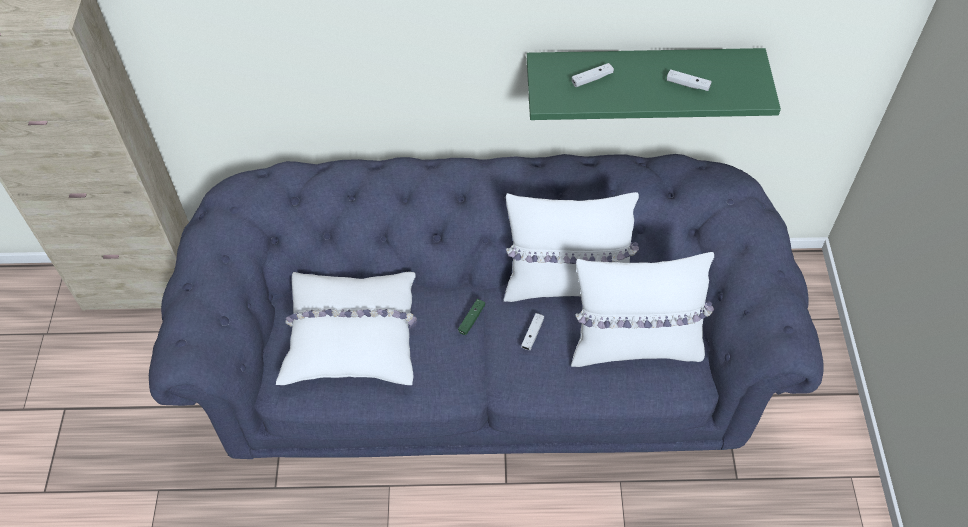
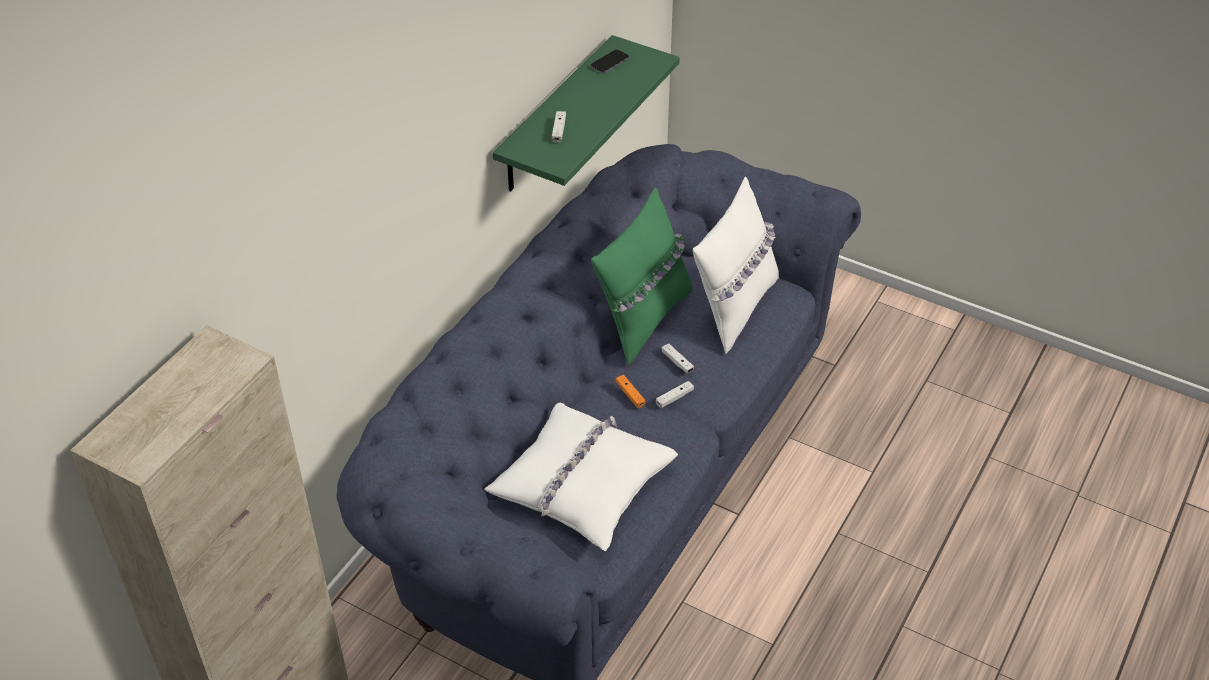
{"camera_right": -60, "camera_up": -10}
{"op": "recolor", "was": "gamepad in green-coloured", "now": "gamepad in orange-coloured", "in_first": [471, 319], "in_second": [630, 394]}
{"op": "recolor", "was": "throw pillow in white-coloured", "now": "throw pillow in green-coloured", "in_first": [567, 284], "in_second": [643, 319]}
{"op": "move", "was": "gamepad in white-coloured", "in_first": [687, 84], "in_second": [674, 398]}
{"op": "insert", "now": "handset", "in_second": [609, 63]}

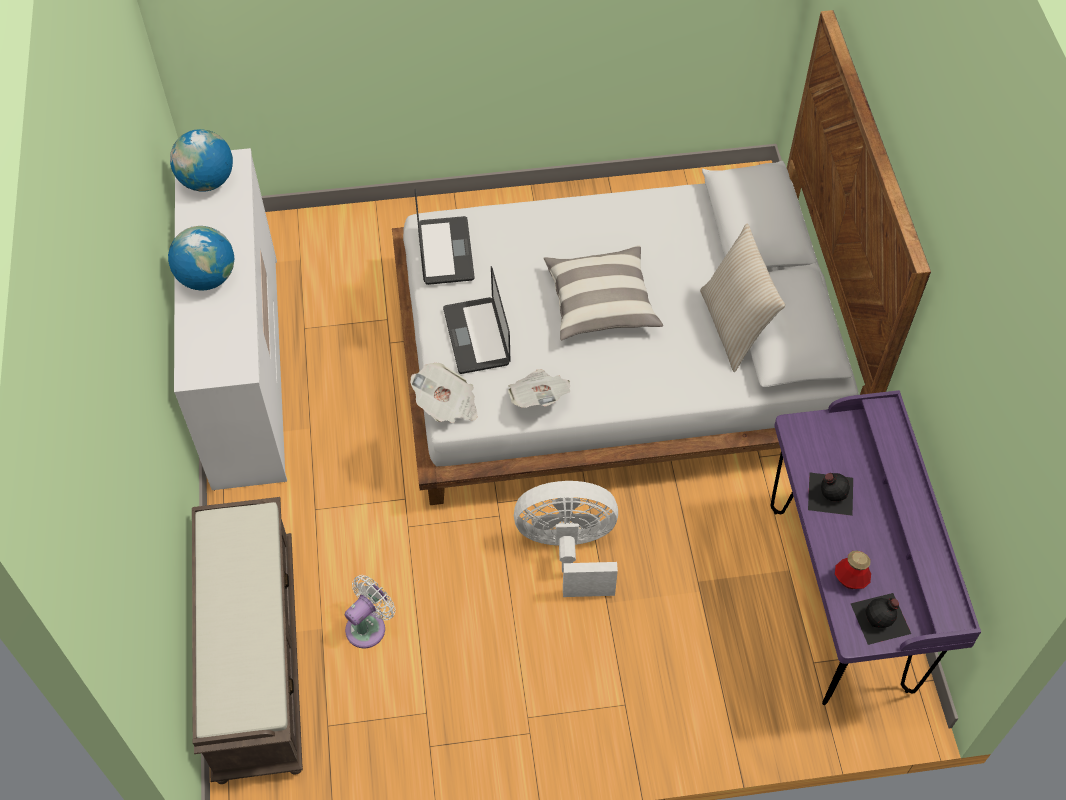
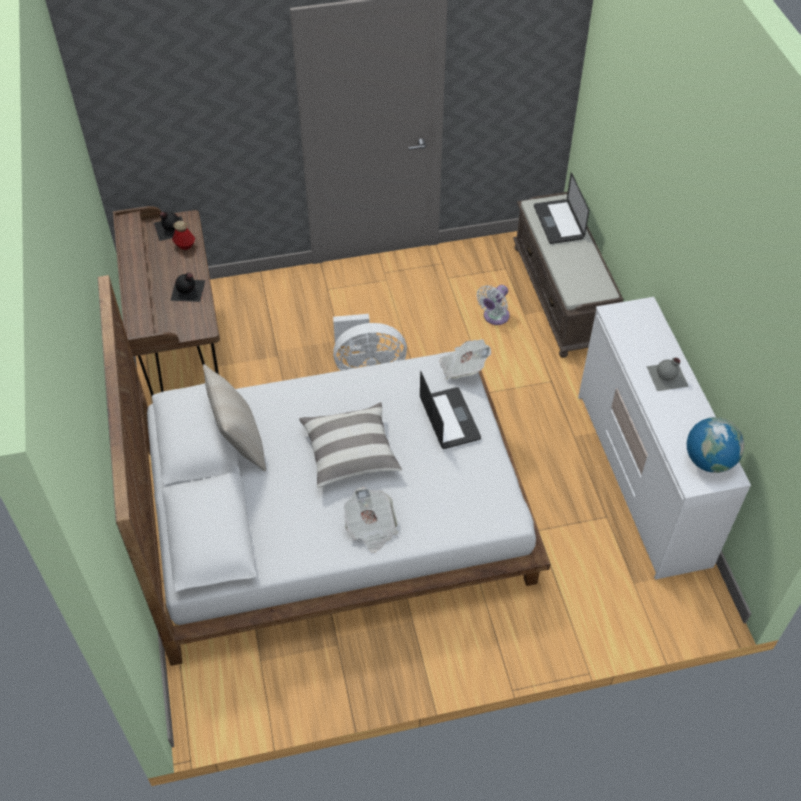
{"camera_right": 175, "camera_up": -5}
{"op": "replace", "was": "world globe", "now": "drink bottle in greyish", "in_first": [207, 278], "in_second": [668, 376]}
{"op": "move", "was": "portable computer", "in_first": [445, 252], "in_second": [558, 222]}
{"op": "move", "was": "printed paper", "in_first": [538, 398], "in_second": [371, 528]}
{"op": "recolor", "was": "desk table in purple-coloured", "now": "desk table in brown", "in_first": [840, 598], "in_second": [182, 352]}

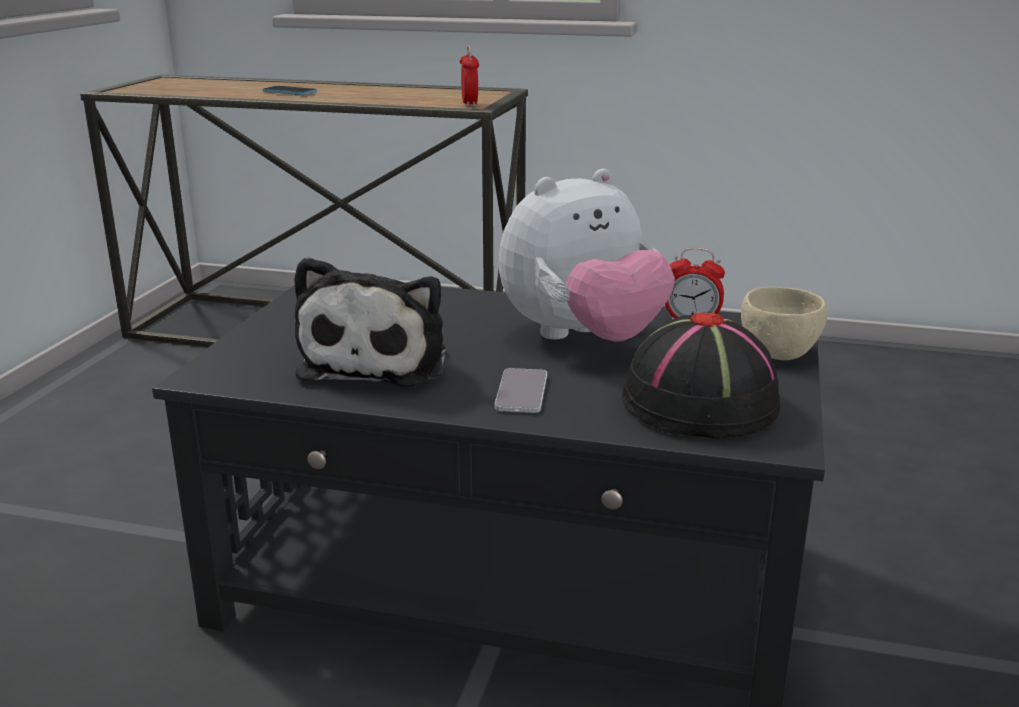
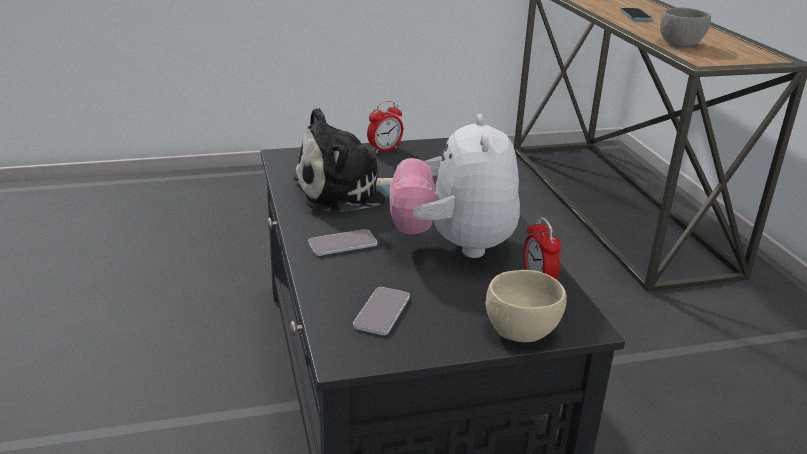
{"camera_right": 60, "camera_up": 5}
{"op": "move", "was": "table clock", "in_first": [469, 104], "in_second": [384, 149]}
{"op": "rotate", "was": "plush toy", "in_first": [583, 339], "in_second": [453, 245], "clockwise": 60}
{"op": "replace", "was": "hat in blackish", "now": "handset", "in_first": [700, 404], "in_second": [382, 312]}
{"op": "insert", "now": "bowl in greyish", "in_second": [679, 43]}

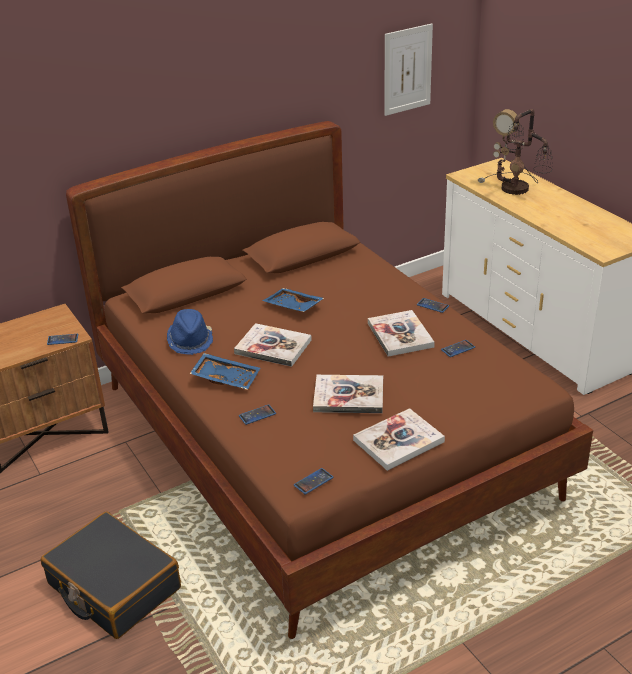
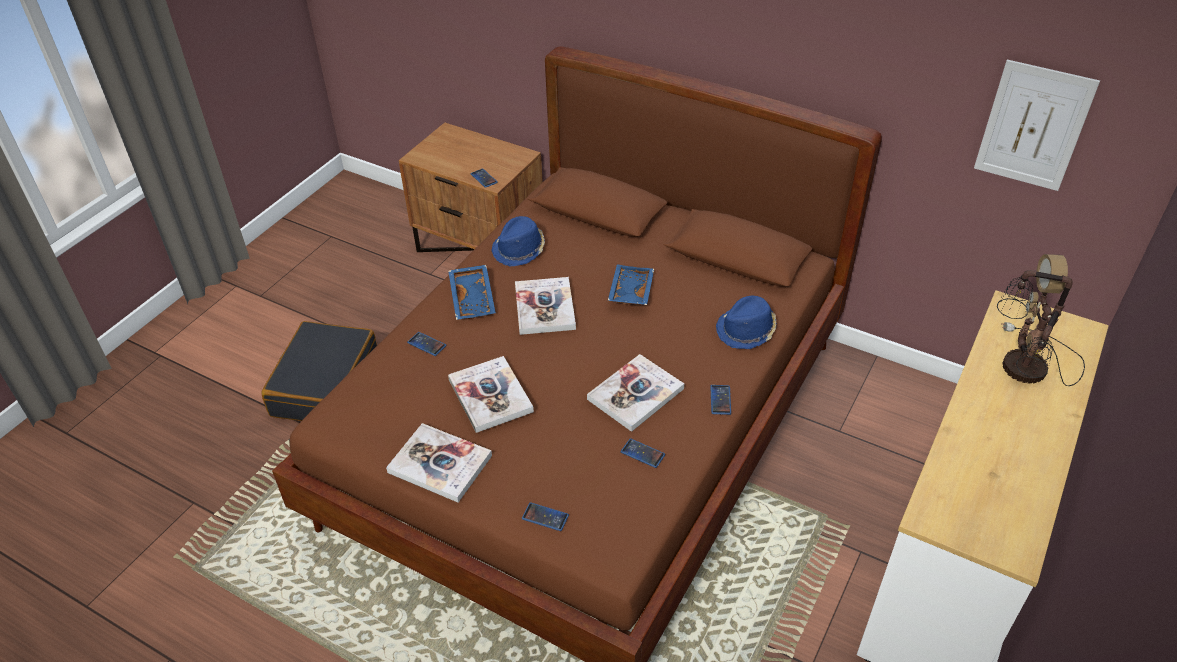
{"camera_right": 60, "camera_up": 10}
{"op": "move", "was": "handset", "in_first": [313, 481], "in_second": [545, 517]}
{"op": "insert", "now": "hat in bluish", "in_second": [746, 331]}

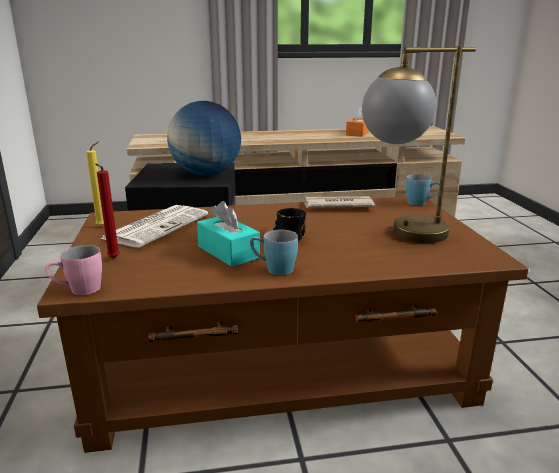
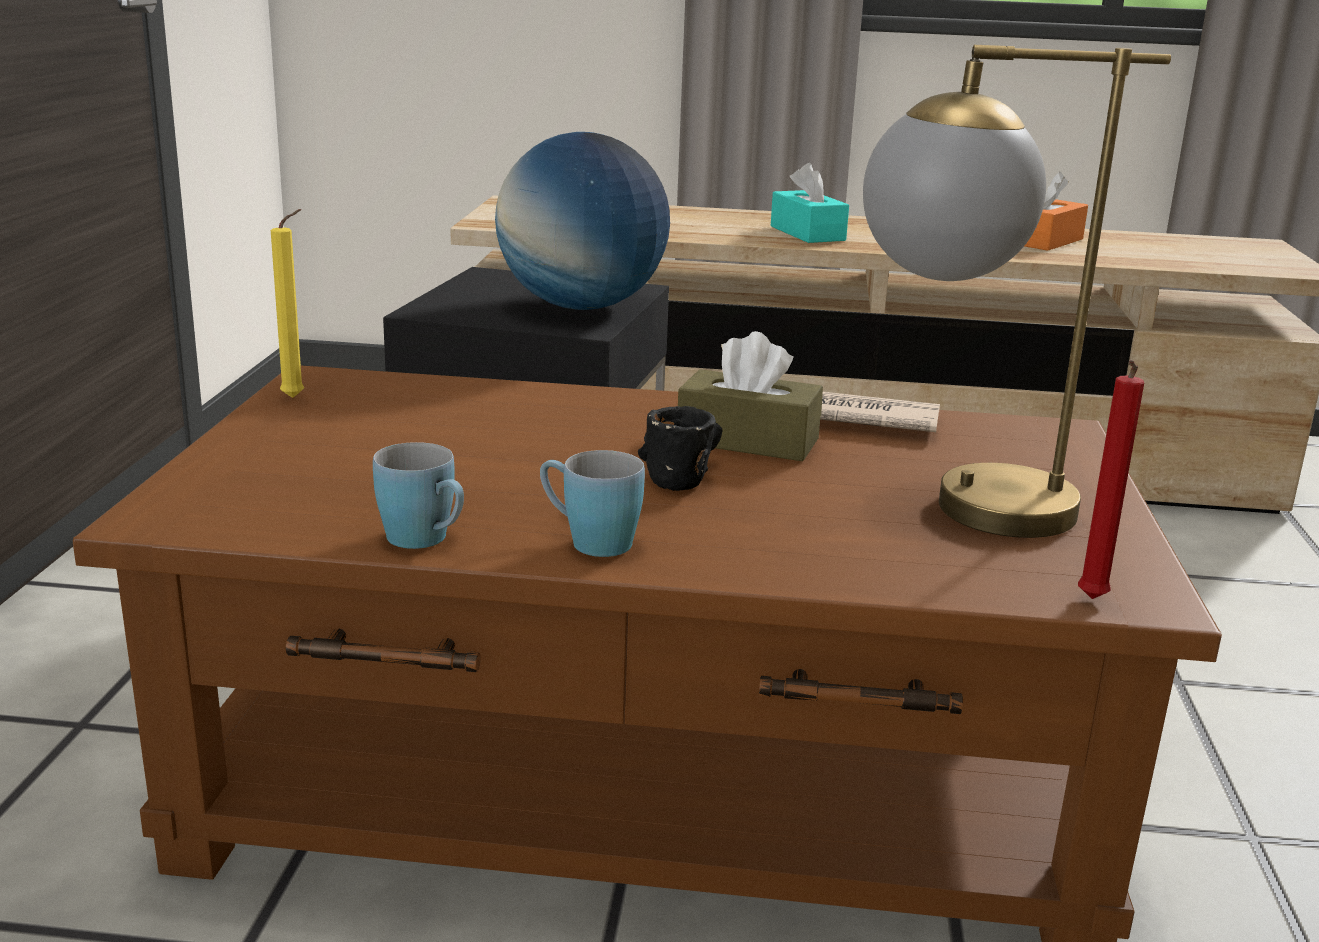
{"camera_right": 15, "camera_up": 0}
{"op": "delete", "was": "coffee mug in pinkish", "in_first": [78, 291]}
{"op": "move", "was": "wax light in red-coloured", "in_first": [112, 259], "in_second": [1090, 601]}
{"op": "delete", "was": "printed paper", "in_first": [157, 226]}
{"op": "move", "was": "box of tissues in blue-green", "in_first": [228, 252], "in_second": [807, 233]}
{"op": "move", "was": "coffee mug in bluish", "in_first": [421, 203], "in_second": [426, 541]}
{"op": "insert", "now": "box of tissues in brown", "in_second": [747, 441]}

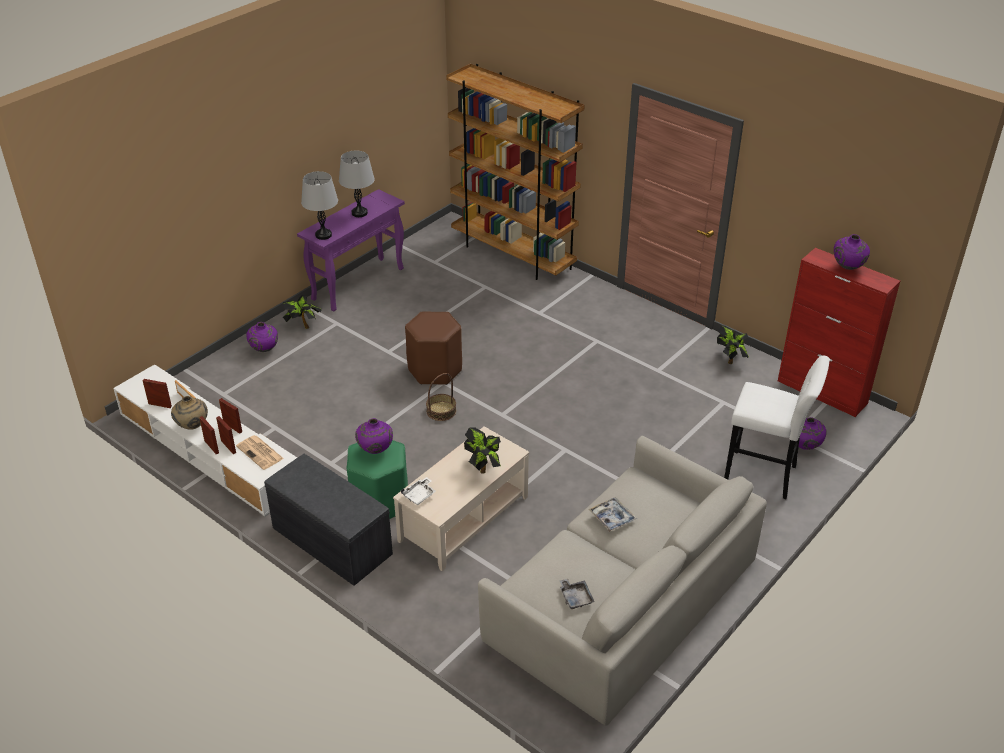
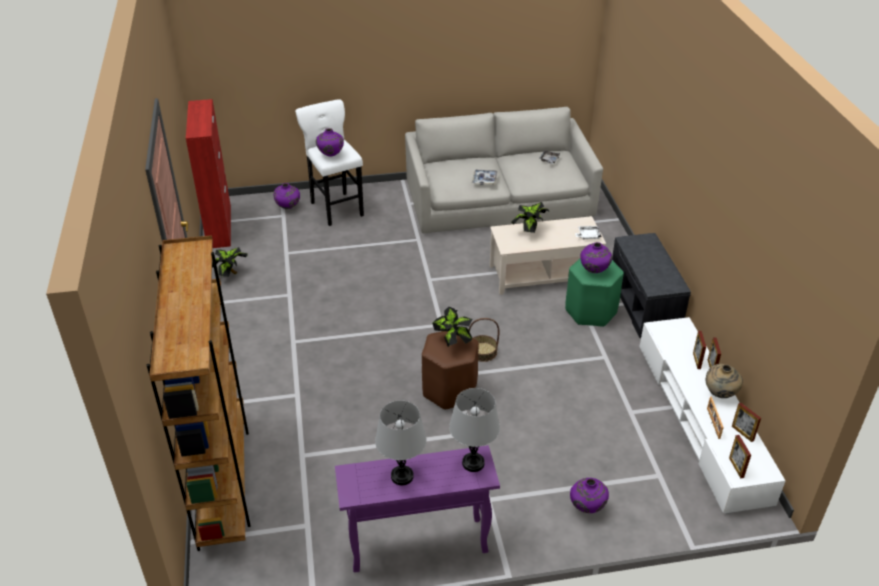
{"camera_right": -140, "camera_up": 0}
{"op": "move", "was": "photo frame", "in_first": [232, 427], "in_second": [736, 467]}
{"op": "delete", "was": "printed paper", "in_first": [260, 453]}
{"op": "move", "was": "plant in a pot", "in_first": [303, 325], "in_second": [453, 342]}
{"op": "move", "was": "vase in purple-coloured", "in_first": [848, 268], "in_second": [330, 155]}

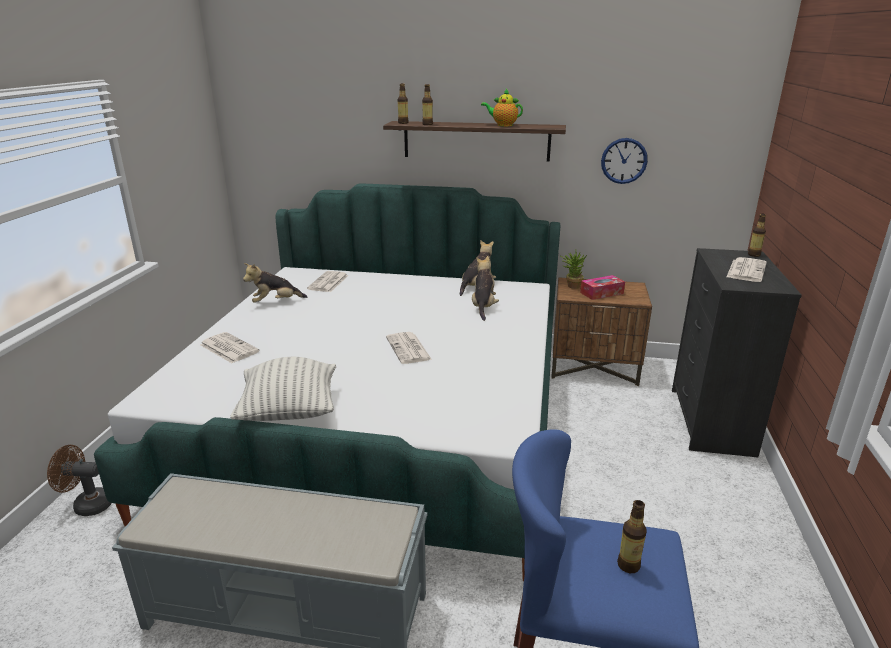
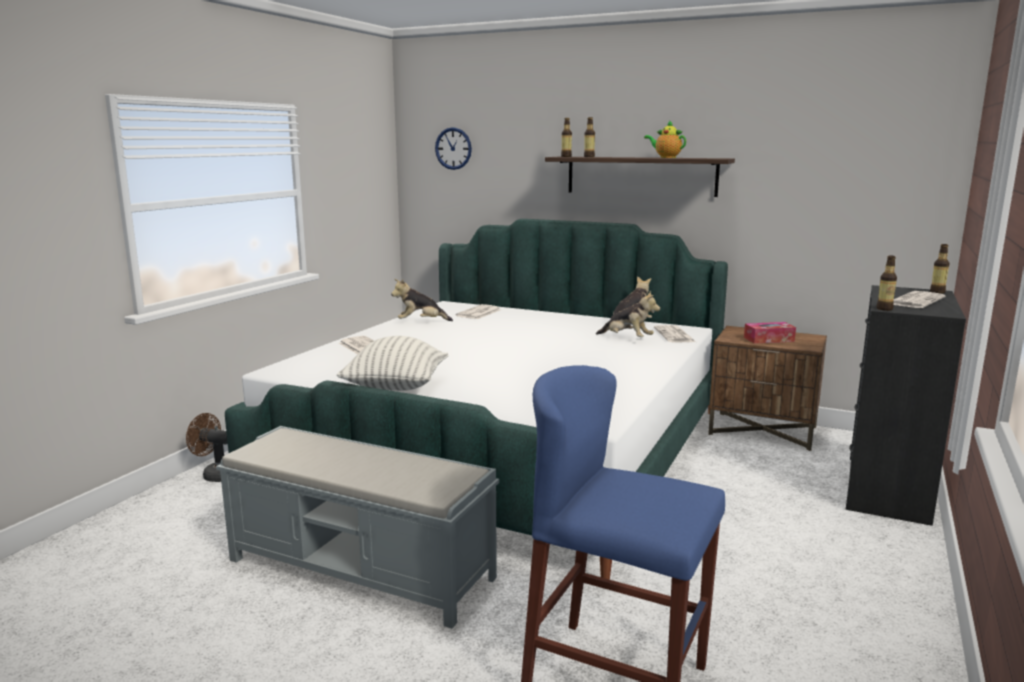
{"camera_right": 15, "camera_up": -10}
{"op": "move", "was": "printed paper", "in_first": [409, 349], "in_second": [675, 335]}
{"op": "rotate", "was": "plush toy", "in_first": [483, 307], "in_second": [627, 339], "clockwise": 105}
{"op": "delete", "was": "plant in a pot", "in_first": [571, 286]}
{"op": "move", "was": "wall clock", "in_first": [624, 161], "in_second": [453, 148]}
{"op": "move", "was": "drink bottle", "in_first": [628, 565], "in_second": [884, 309]}

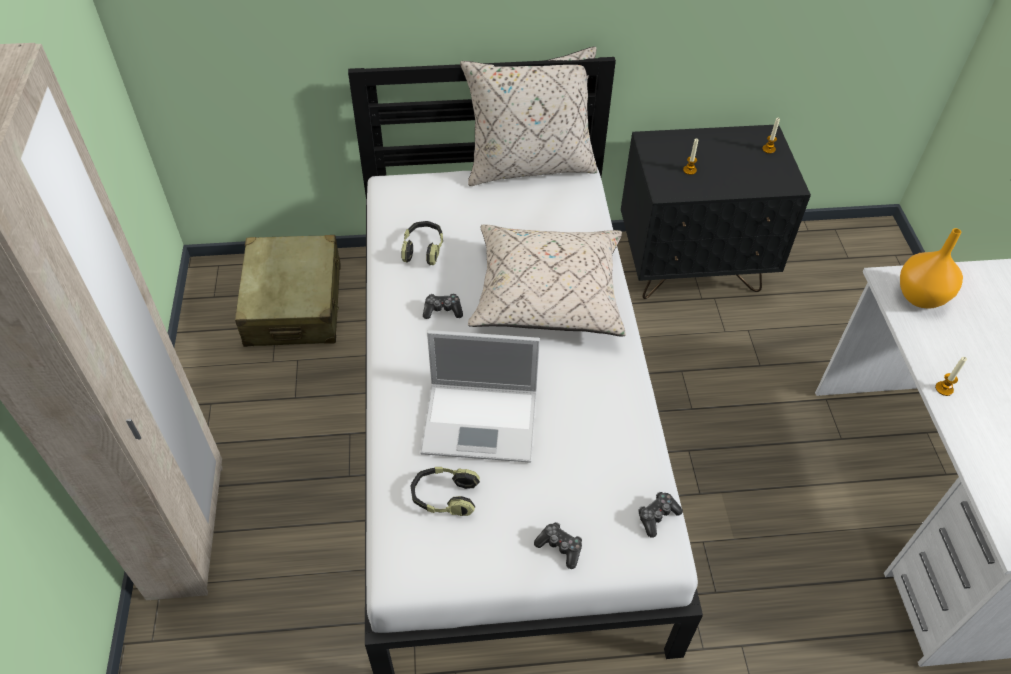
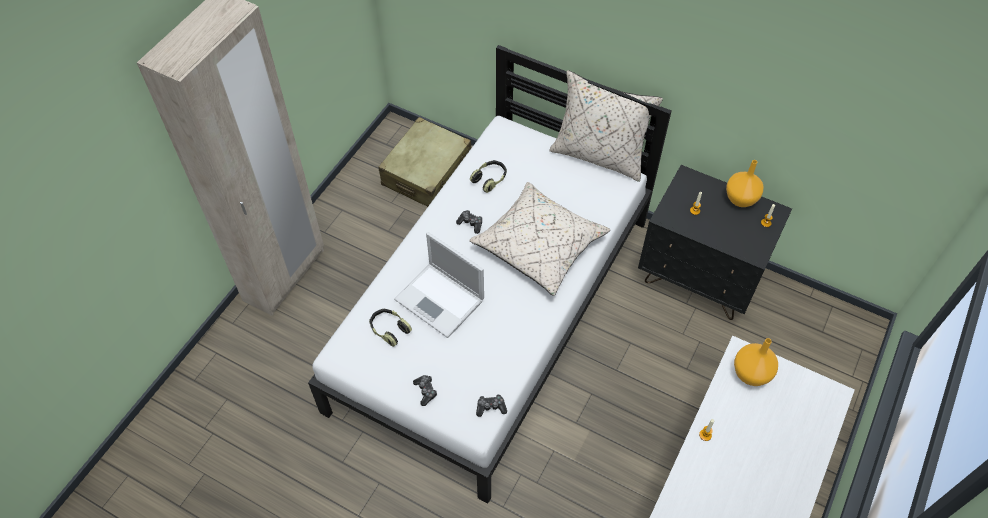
{"camera_right": 35, "camera_up": 5}
{"op": "insert", "now": "vase in orange-coloured", "in_second": [741, 199]}

